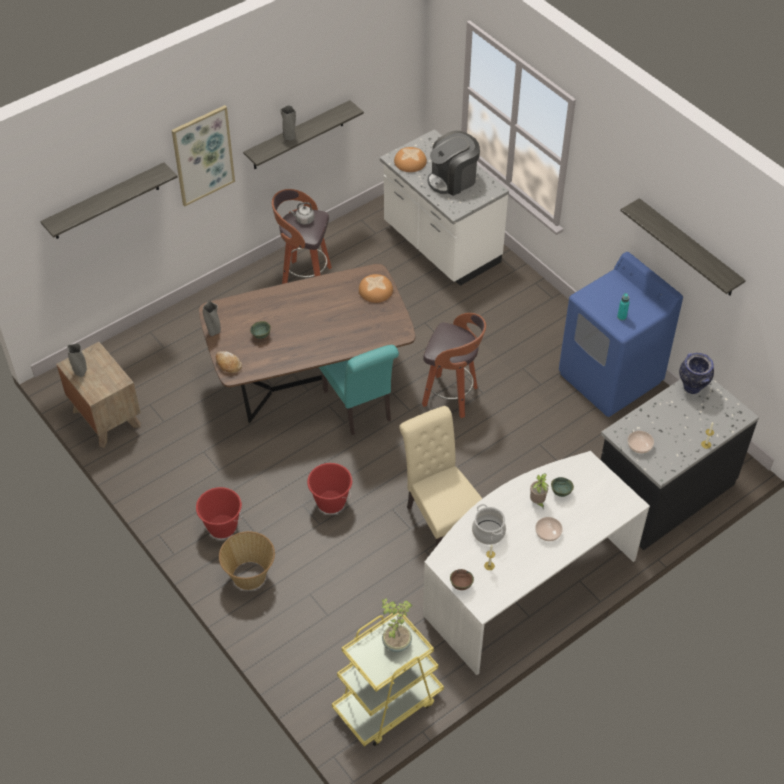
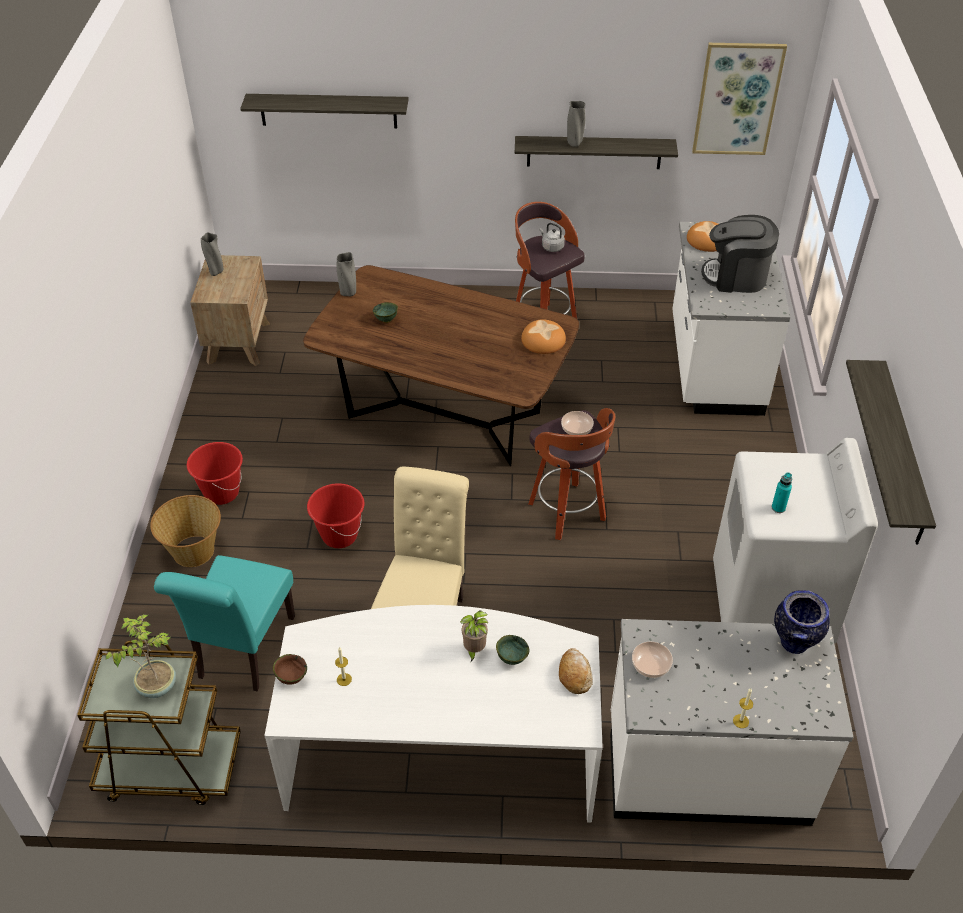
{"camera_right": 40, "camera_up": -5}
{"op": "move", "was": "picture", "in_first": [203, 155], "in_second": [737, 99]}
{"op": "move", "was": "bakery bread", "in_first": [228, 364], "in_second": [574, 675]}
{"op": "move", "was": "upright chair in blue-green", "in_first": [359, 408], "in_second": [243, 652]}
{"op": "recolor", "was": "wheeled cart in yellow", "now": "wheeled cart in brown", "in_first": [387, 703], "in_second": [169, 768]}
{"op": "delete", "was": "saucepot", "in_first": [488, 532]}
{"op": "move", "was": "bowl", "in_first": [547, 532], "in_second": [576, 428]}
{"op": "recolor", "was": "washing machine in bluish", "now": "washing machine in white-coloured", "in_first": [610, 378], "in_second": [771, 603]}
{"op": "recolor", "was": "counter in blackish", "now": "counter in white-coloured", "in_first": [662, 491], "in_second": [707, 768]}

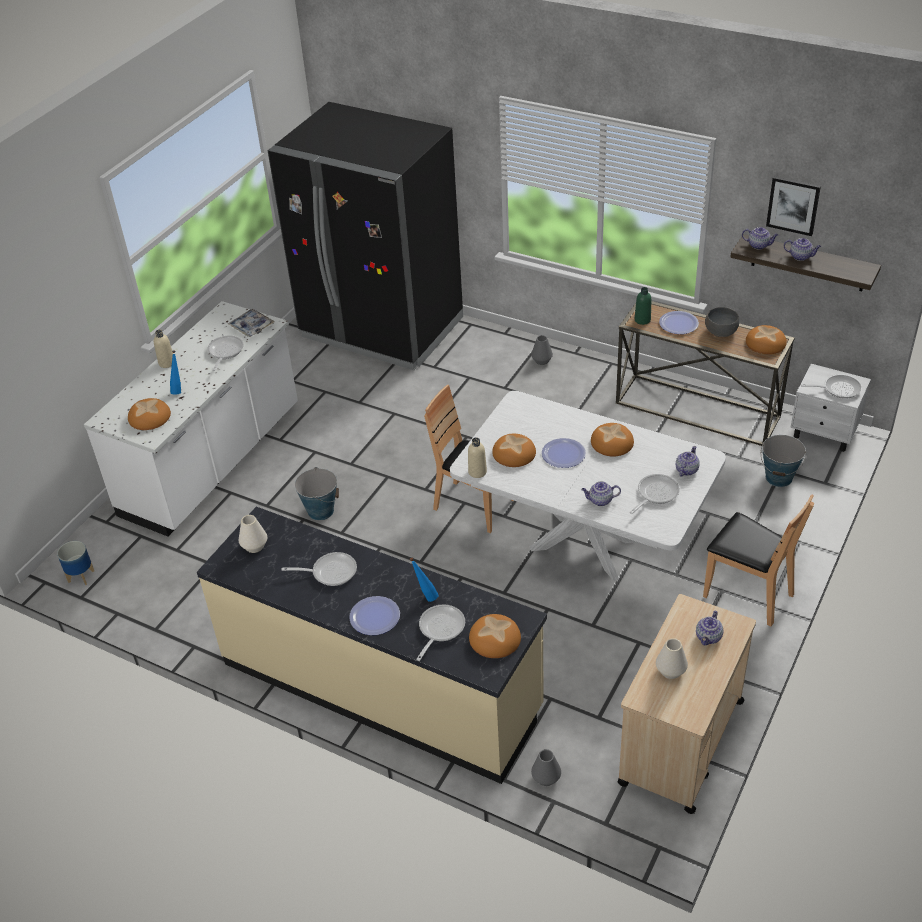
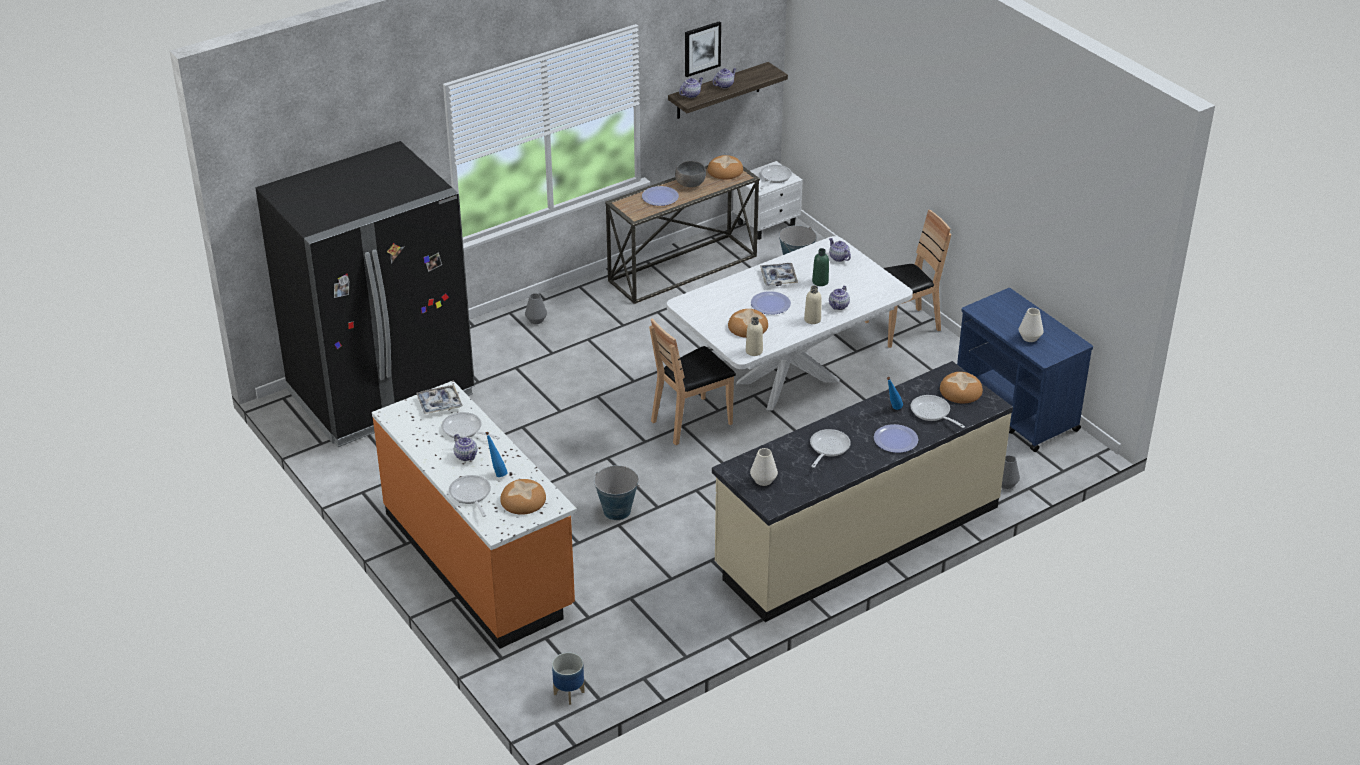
{"camera_right": -65, "camera_up": -5}
{"op": "recolor", "was": "counter in white-coloured", "now": "counter in orange-coloured", "in_first": [213, 462], "in_second": [479, 561]}
{"op": "move", "was": "drink bottle in sand-coloured", "in_first": [167, 363], "in_second": [812, 319]}
{"op": "replace", "was": "bakery bread", "now": "tray", "in_first": [612, 443], "in_second": [778, 278]}
{"op": "recolor", "was": "wheeled cart in sand-coloured", "now": "wheeled cart in bluish", "in_first": [680, 743], "in_second": [1016, 411]}
{"op": "move", "was": "skillet", "in_first": [655, 494], "in_second": [471, 495]}
{"op": "move", "was": "drink bottle in green-coloured", "in_first": [642, 320], "in_second": [820, 282]}
{"op": "move", "was": "tea pot", "in_first": [708, 637], "in_second": [466, 456]}

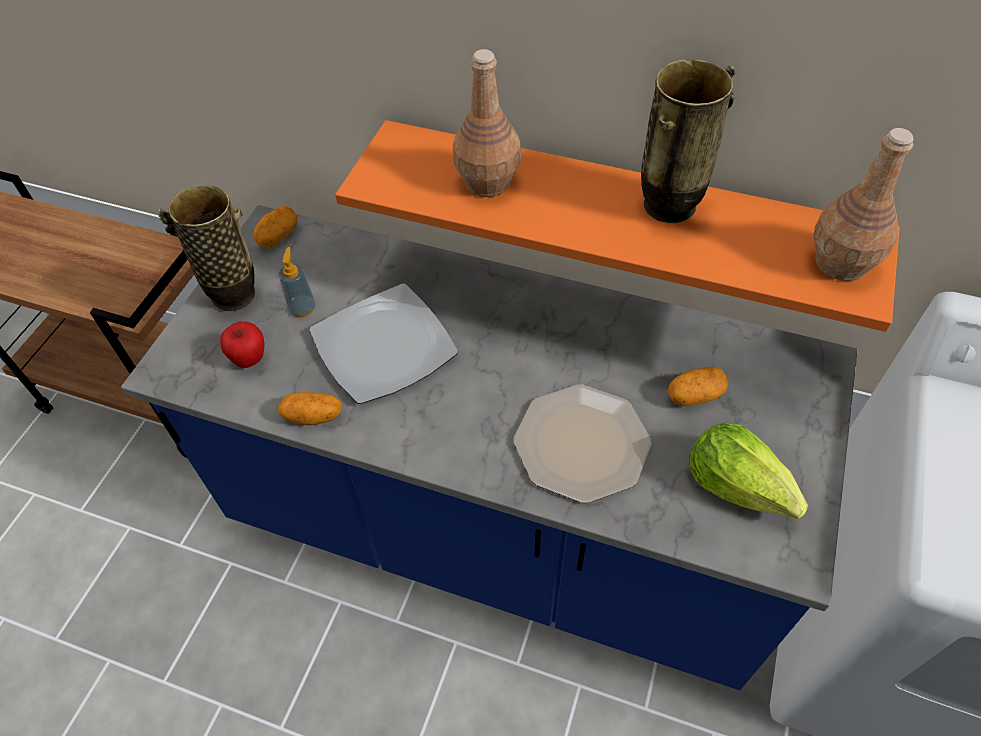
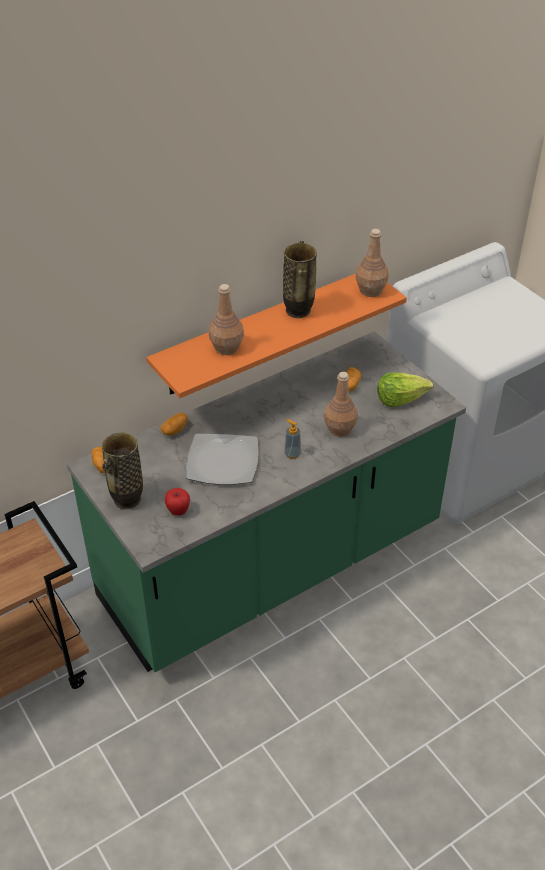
{"camera_right": -55, "camera_up": -10}
{"op": "recolor", "was": "counter in bluish", "now": "counter in green-coloured", "in_first": [497, 528], "in_second": [272, 565]}
{"op": "move", "was": "potato", "in_first": [313, 416], "in_second": [175, 430]}
{"op": "move", "was": "soap bottle", "in_first": [302, 308], "in_second": [292, 454]}
{"op": "replace", "was": "flat dish", "now": "drink bottle in brown", "in_first": [581, 442], "in_second": [339, 428]}

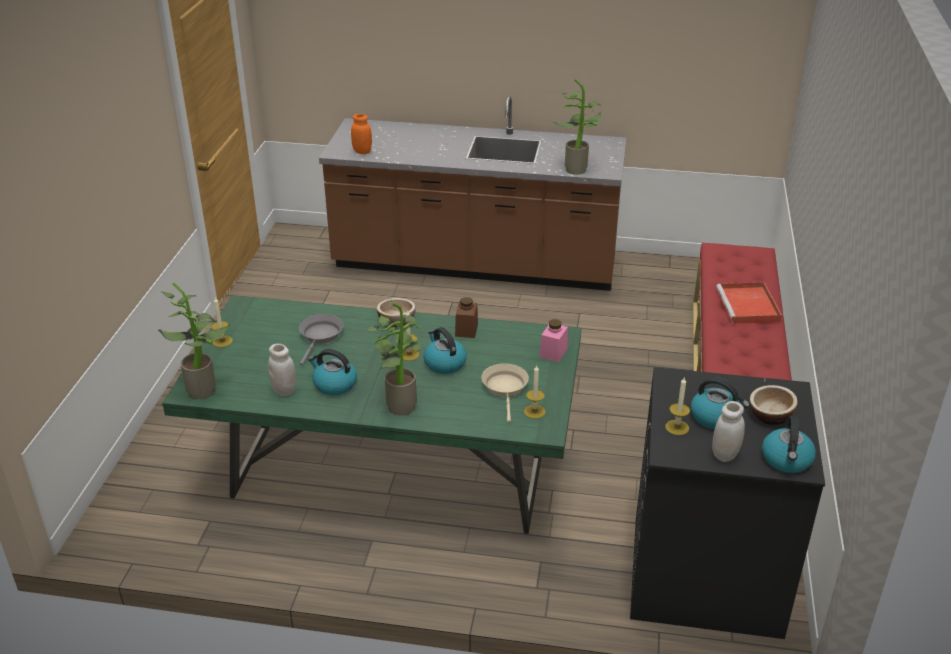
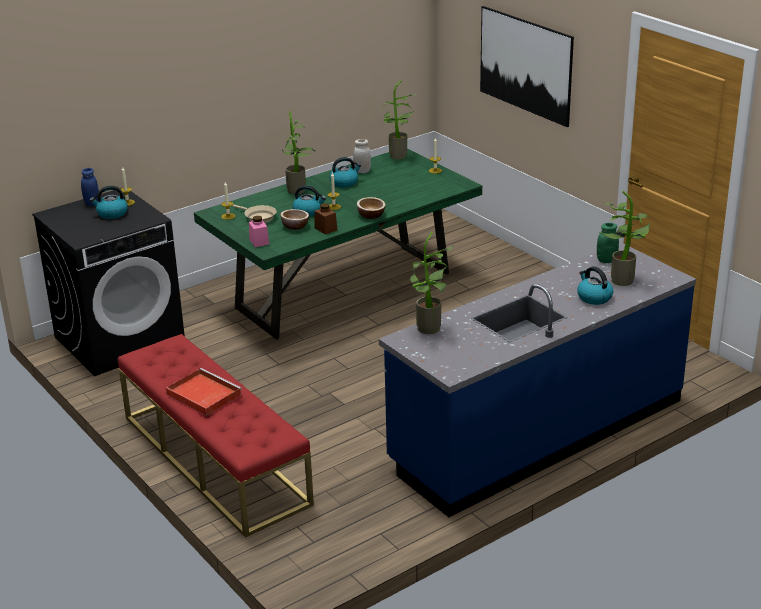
{"camera_right": 135, "camera_up": -5}
{"op": "delete", "was": "skillet in greyish", "in_first": [320, 336]}
{"op": "recolor", "was": "counter in brown", "now": "counter in bluish", "in_first": [475, 264], "in_second": [537, 432]}
{"op": "recolor", "was": "storage jar in orange-coloured", "now": "storage jar in green-coloured", "in_first": [362, 151], "in_second": [606, 260]}
{"op": "recolor", "was": "storage jar in white-coloured", "now": "storage jar in bluish", "in_first": [725, 454], "in_second": [92, 203]}
{"op": "move", "was": "bowl", "in_first": [770, 415], "in_second": [295, 226]}
{"op": "move", "was": "water kettle", "in_first": [787, 460], "in_second": [594, 297]}
{"op": "insert", "now": "picture", "in_second": [525, 65]}
{"op": "insert", "now": "plant in a pot", "in_second": [623, 279]}

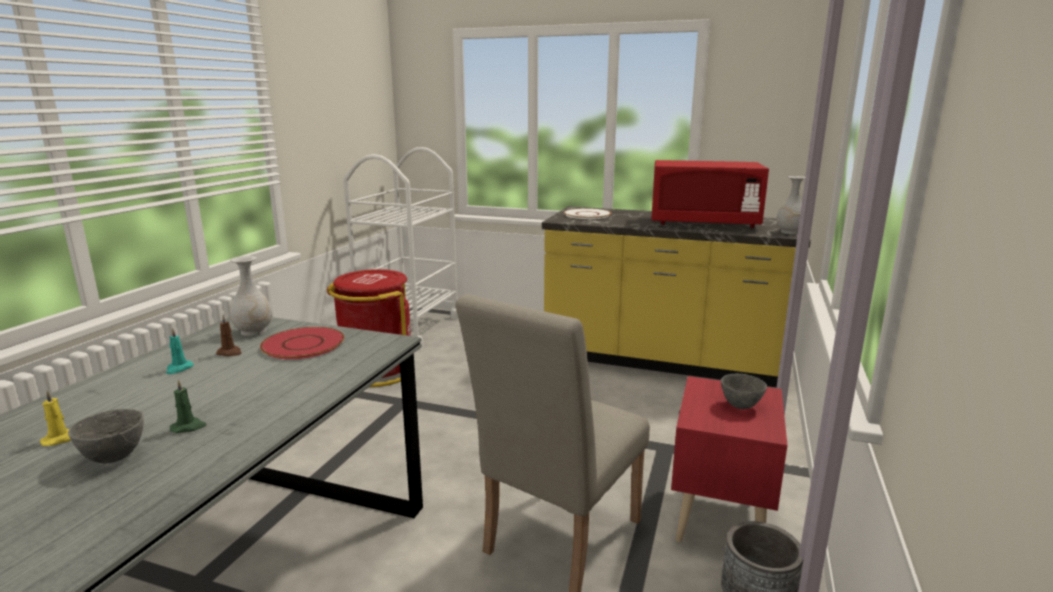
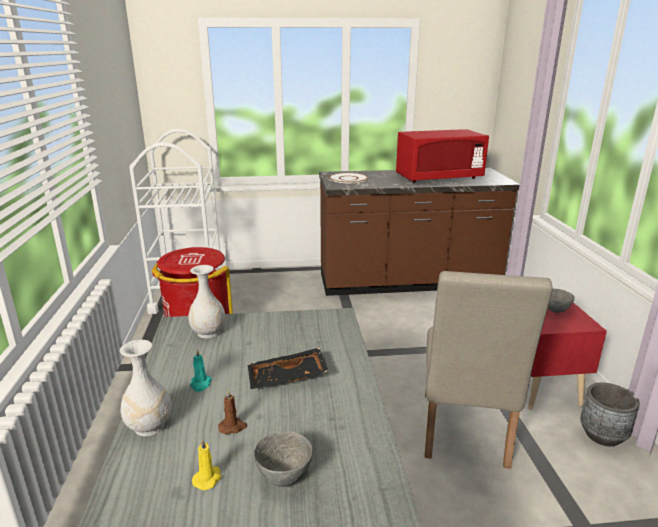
{"camera_right": -25, "camera_up": 5}
{"op": "delete", "was": "wax light in green-coloured", "in_first": [189, 427]}
{"op": "move", "was": "wax light in brown", "in_first": [230, 353], "in_second": [233, 427]}
{"op": "delete", "was": "flat dish in red-coloured", "in_first": [304, 344]}
{"op": "recolor", "was": "counter in yellow", "now": "counter in brown", "in_first": [662, 361], "in_second": [408, 283]}
{"op": "move", "was": "vase in white-coloured", "in_first": [789, 232], "in_second": [149, 426]}
{"op": "insert", "now": "tray in blackish", "in_second": [287, 378]}

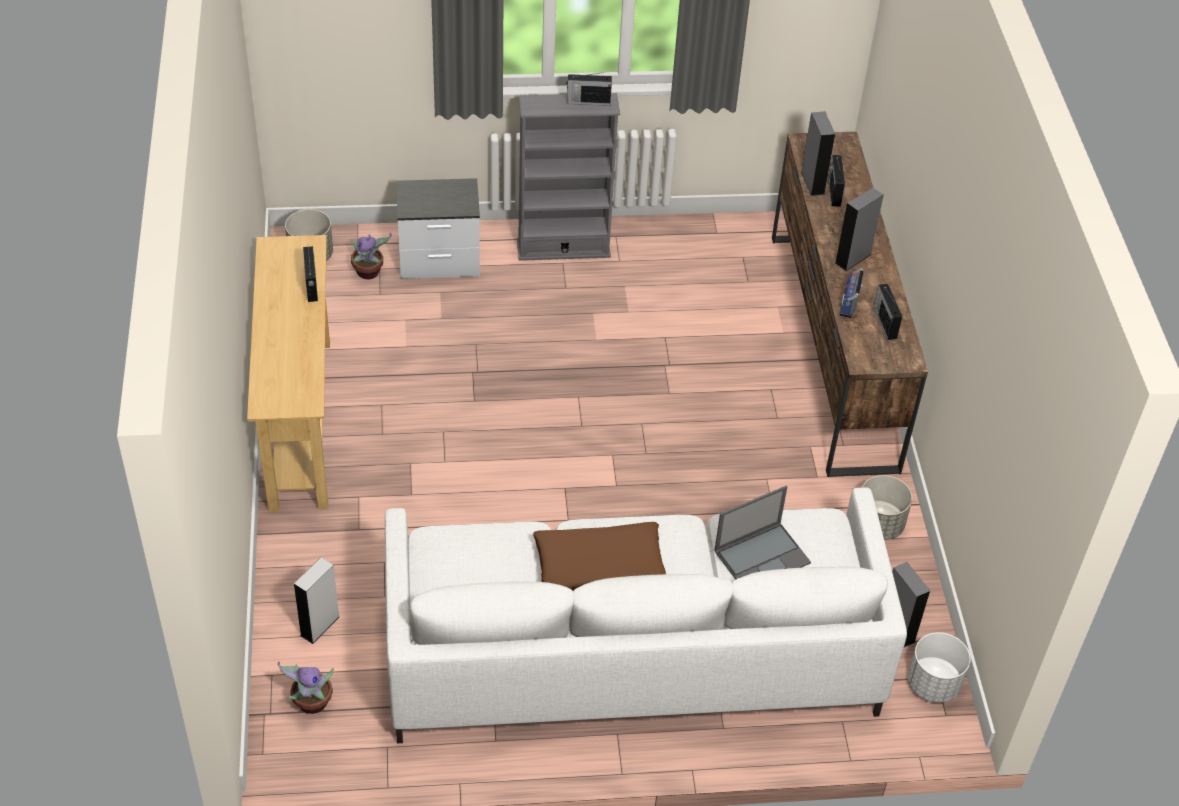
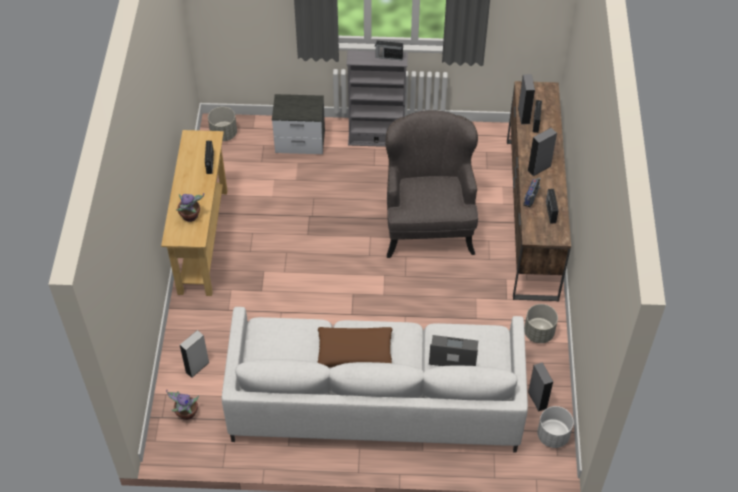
{"camera_right": 10, "camera_up": 5}
{"op": "move", "was": "plant in a pot", "in_first": [369, 273], "in_second": [190, 216]}
{"op": "rotate", "was": "portable computer", "in_first": [763, 556], "in_second": [452, 353], "clockwise": -150}
{"op": "insert", "now": "lounge chair in greyish", "in_second": [428, 226]}

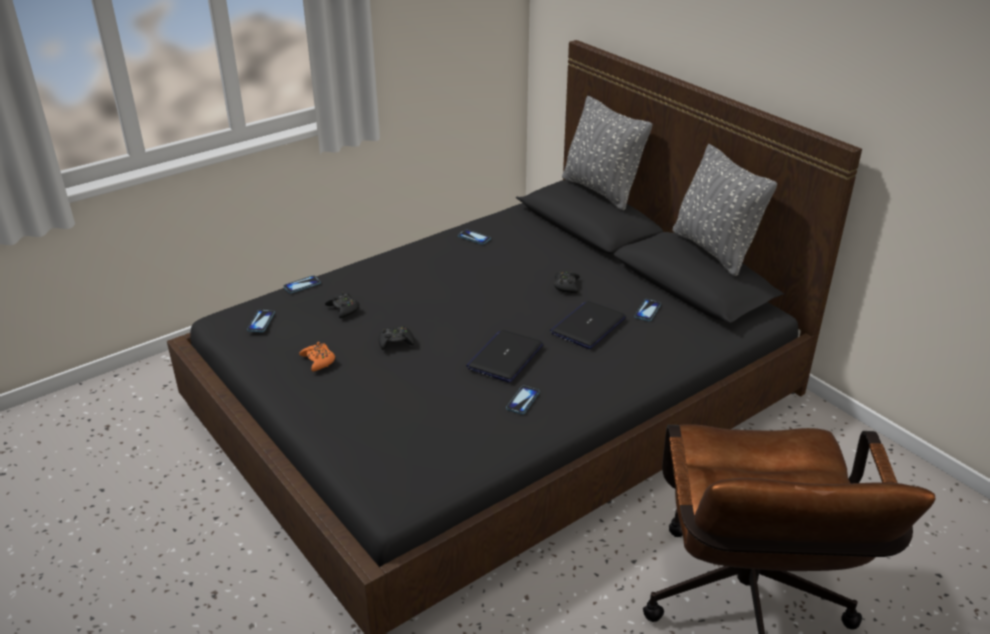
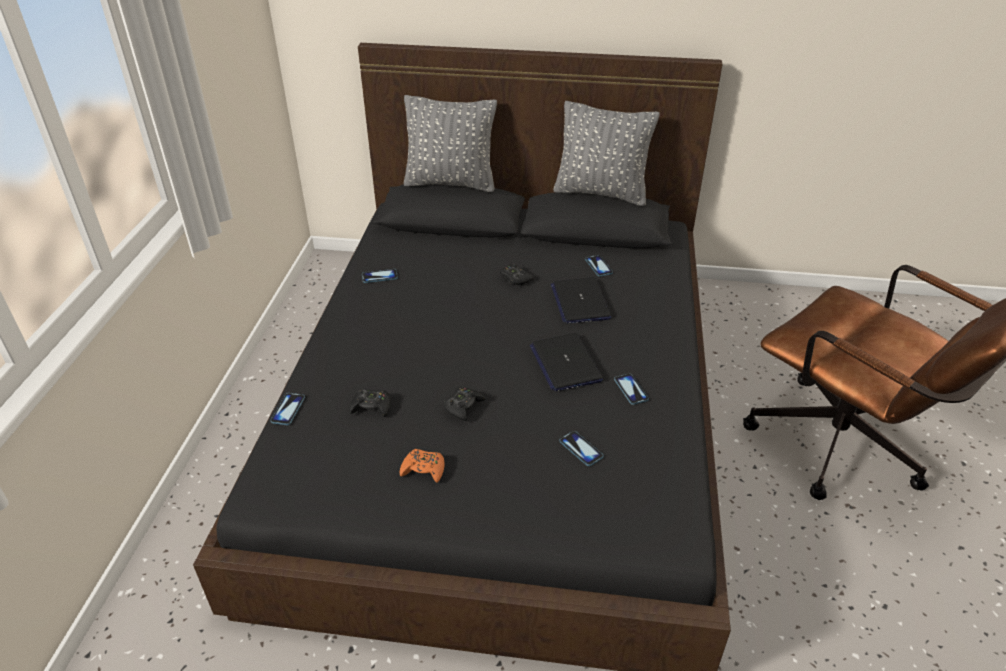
{"camera_right": -45, "camera_up": 5}
{"op": "move", "was": "handset", "in_first": [261, 322], "in_second": [581, 449]}

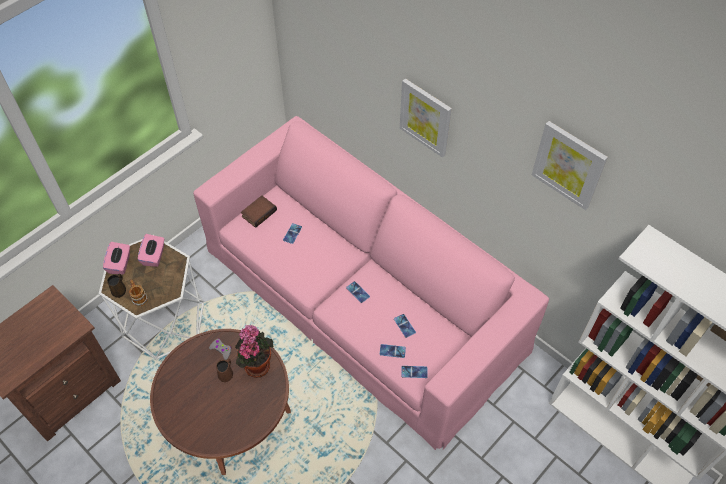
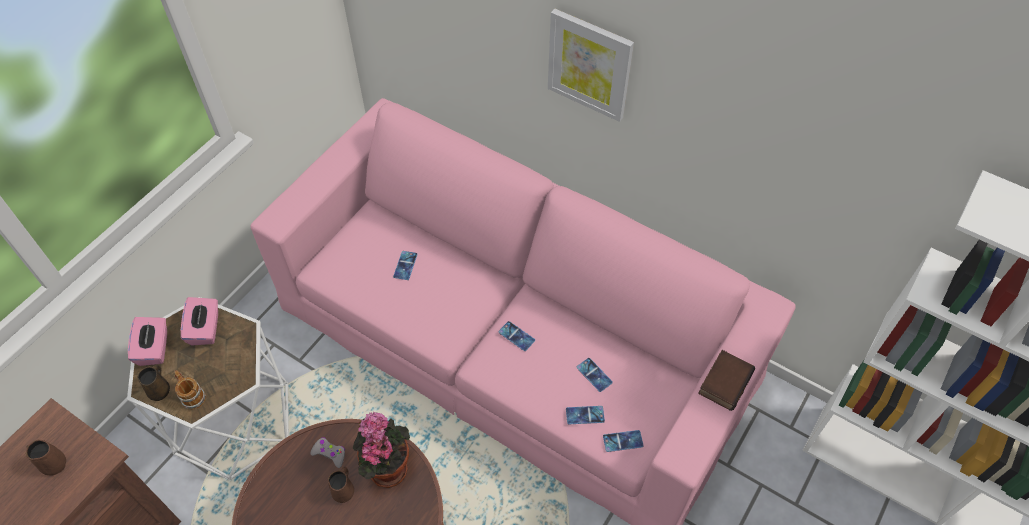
{"camera_right": -10, "camera_up": 0}
{"op": "move", "was": "volume", "in_first": [259, 212], "in_second": [724, 381]}
{"op": "delete", "was": "picture", "in_first": [569, 164]}
{"op": "insert", "now": "coffee mug in brown", "in_second": [53, 464]}

